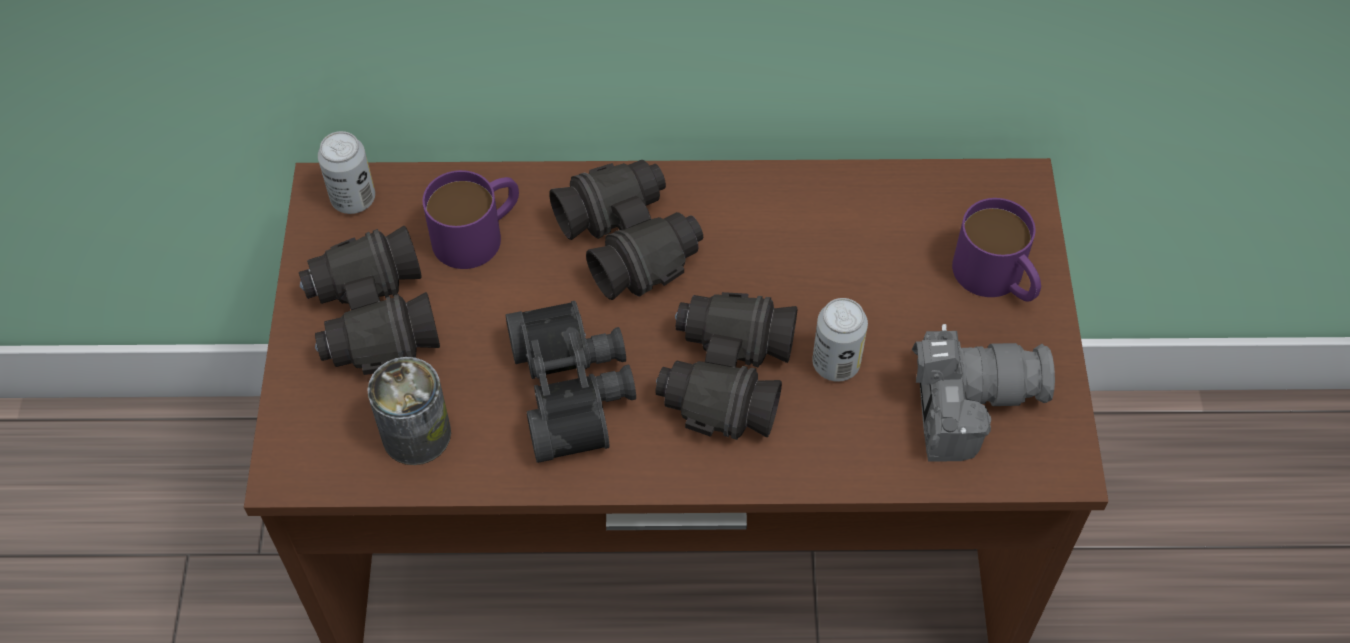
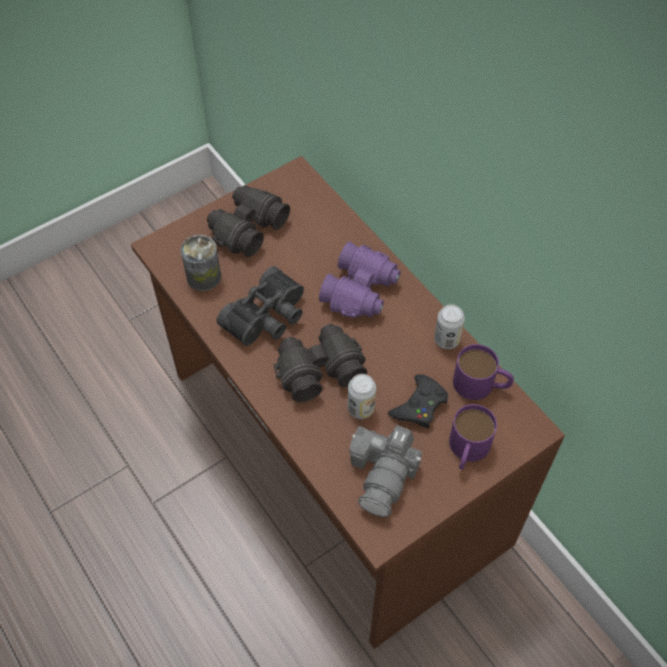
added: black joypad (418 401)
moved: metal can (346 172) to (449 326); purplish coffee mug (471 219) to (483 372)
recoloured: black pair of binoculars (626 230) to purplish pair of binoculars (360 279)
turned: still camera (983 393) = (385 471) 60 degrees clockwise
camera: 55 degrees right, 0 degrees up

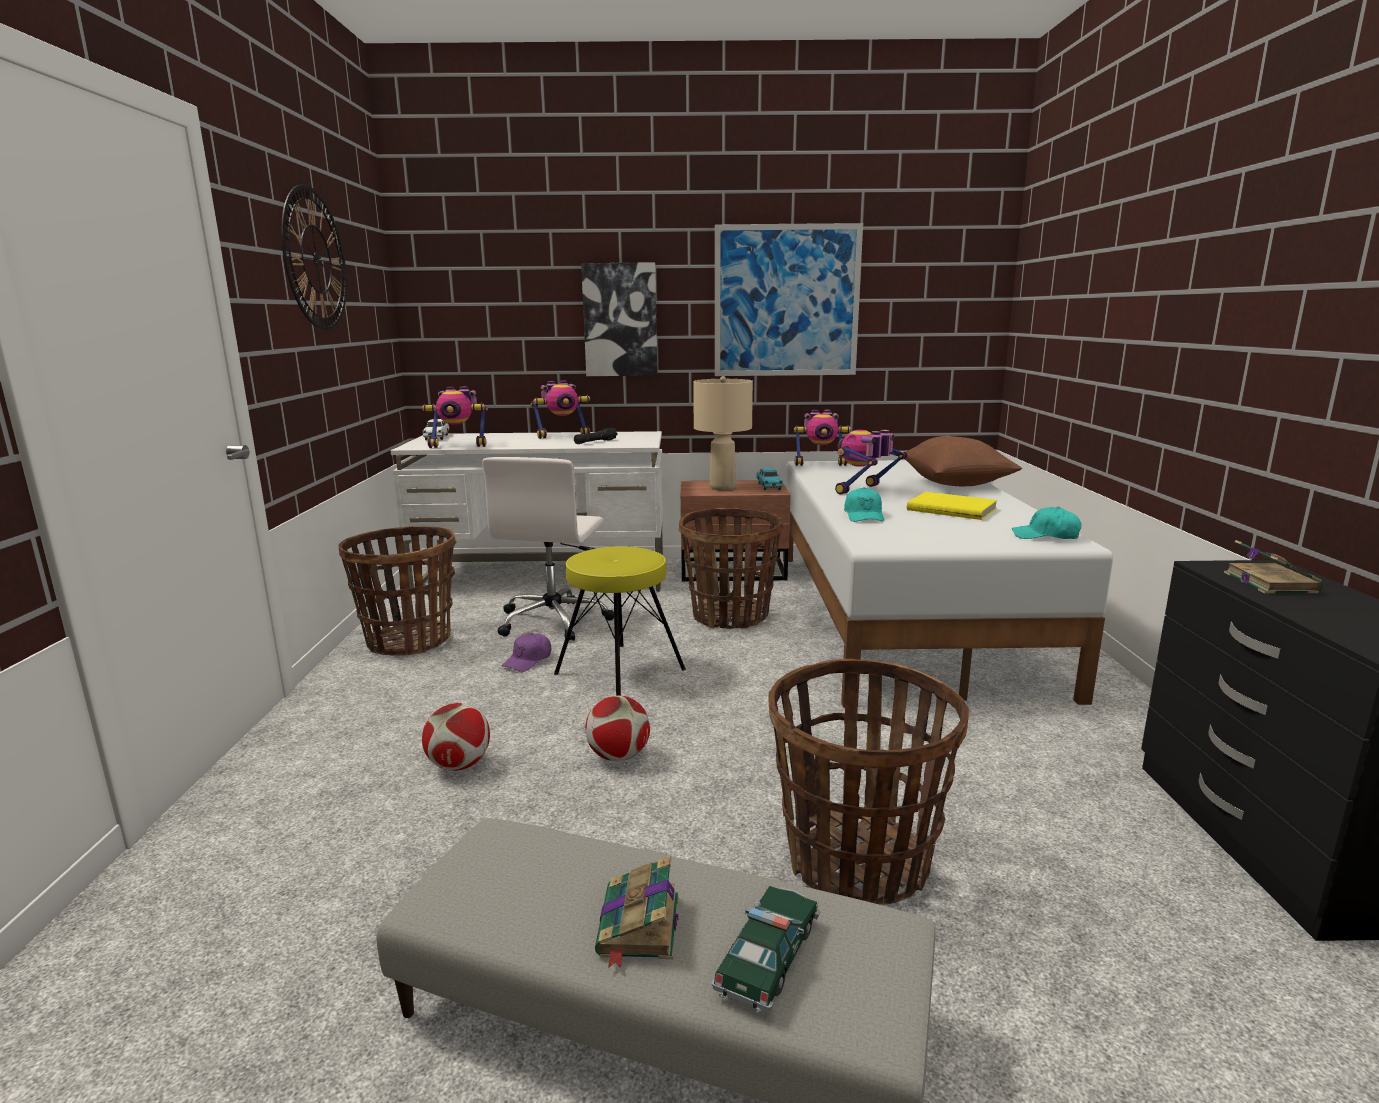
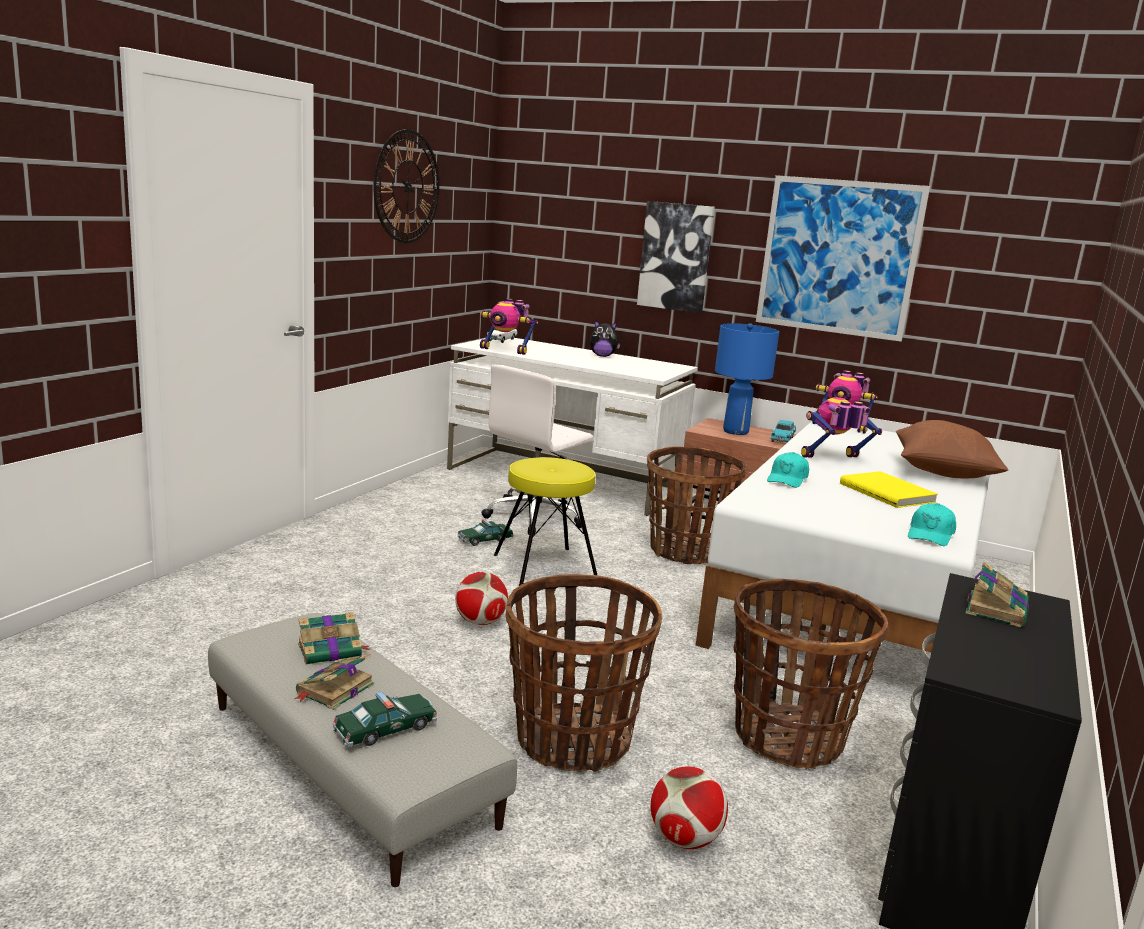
removed: black flashlight (596 436)
added: book (334 638)
moved: storage basket (397 591) to (811 674); ball for football (456 737) to (689 807)
replaced: purplish cap (526 652) to model car (485 533); robot figure (560 410) to soft toy (605 338)
recoloured: sand-coloured lamp for a table (723 433) to bluish lamp for a table (747 379)
turned: turquoise cap (1047 523) = (932 524) 105 degrees counterclockwise
camera: 25 degrees right, 0 degrees up

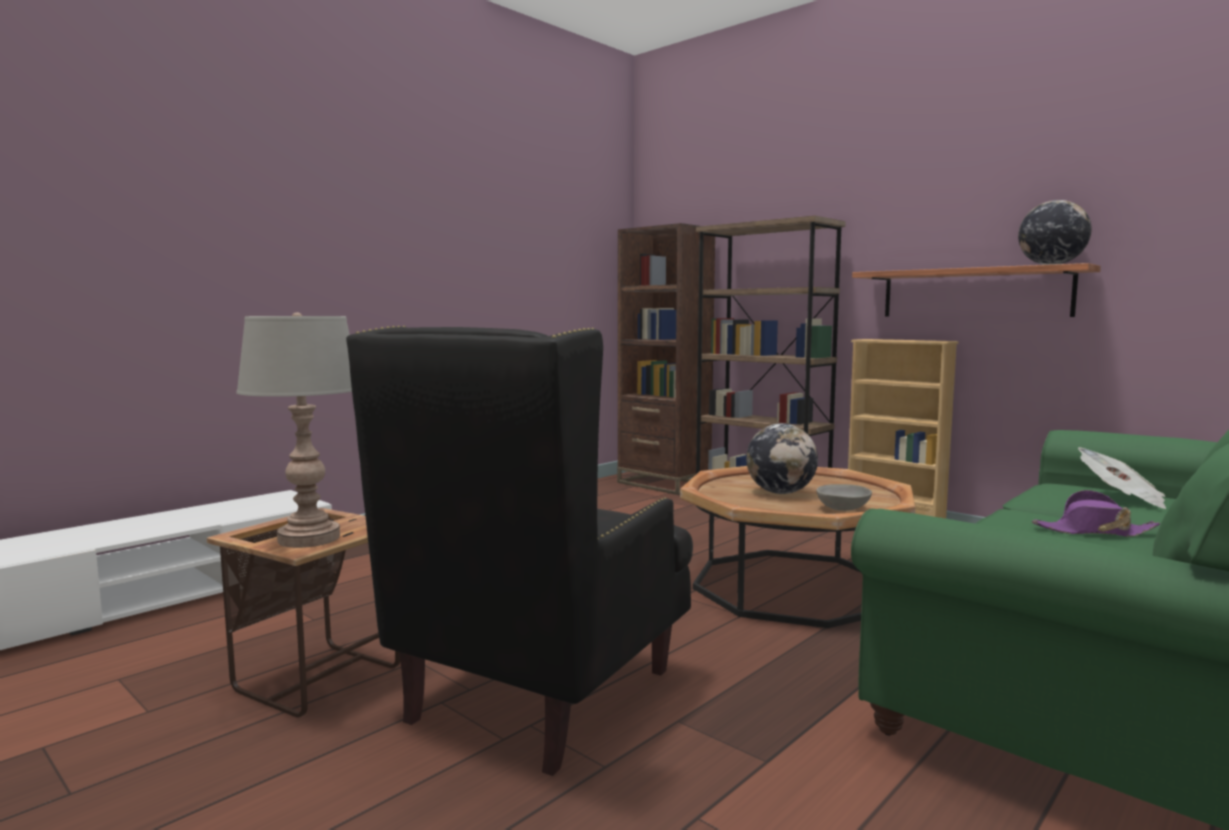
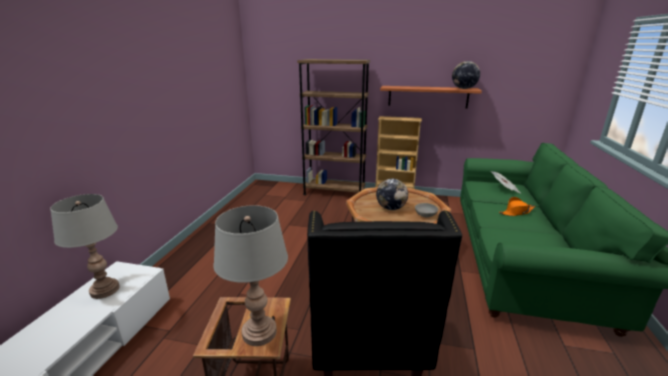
removed: brown-coloured bookcase (666 359)
added: greyish lamp for a table (85 246)
recoloured: purplish wearable hat (1096 513) to orange wearable hat (517 206)
camera: 30 degrees left, 15 degrees up

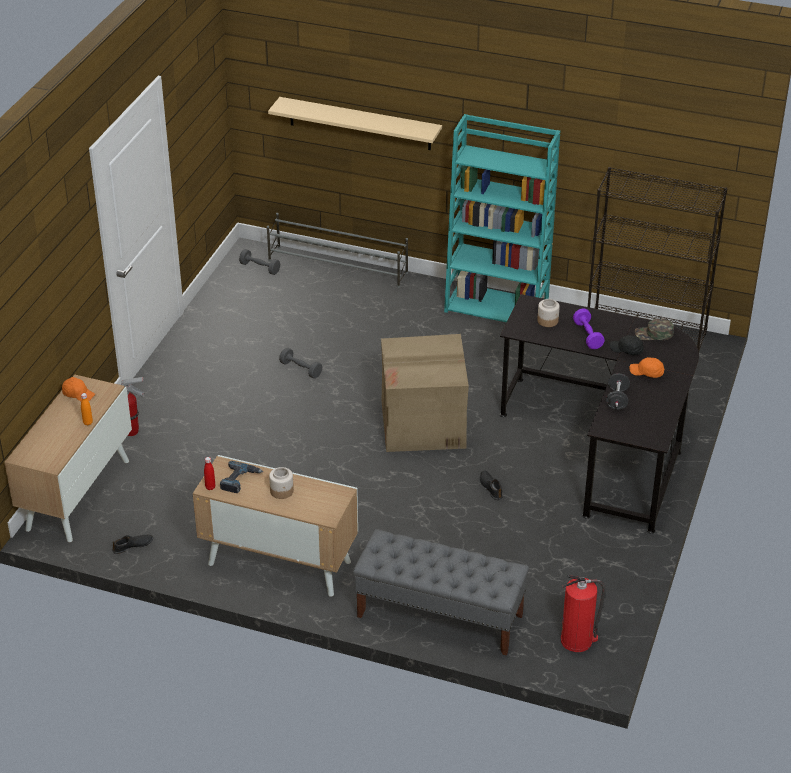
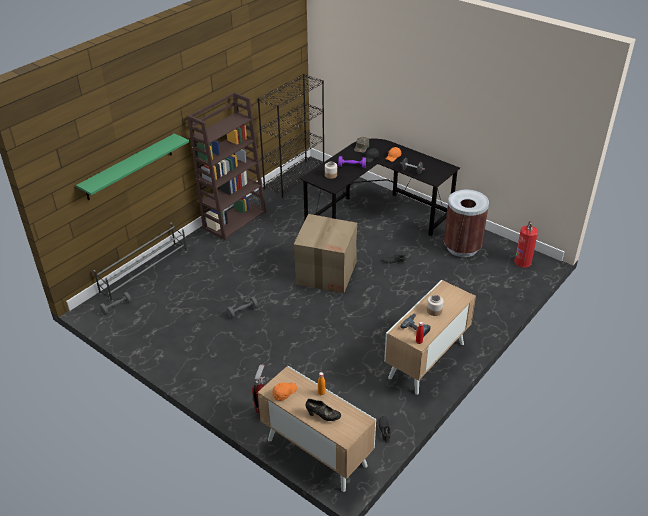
removed: greyish long seat (441 592)
added: black low shoe (323 410); brown-coloured rubbish bin (466 223)
recoloured: sand-coloured bracket shelf (355 123) to greenish bracket shelf (132 166); turquoise bookcase (502 218) to brown-coloured bookcase (227 166)
camera: 70 degrees left, 0 degrees up

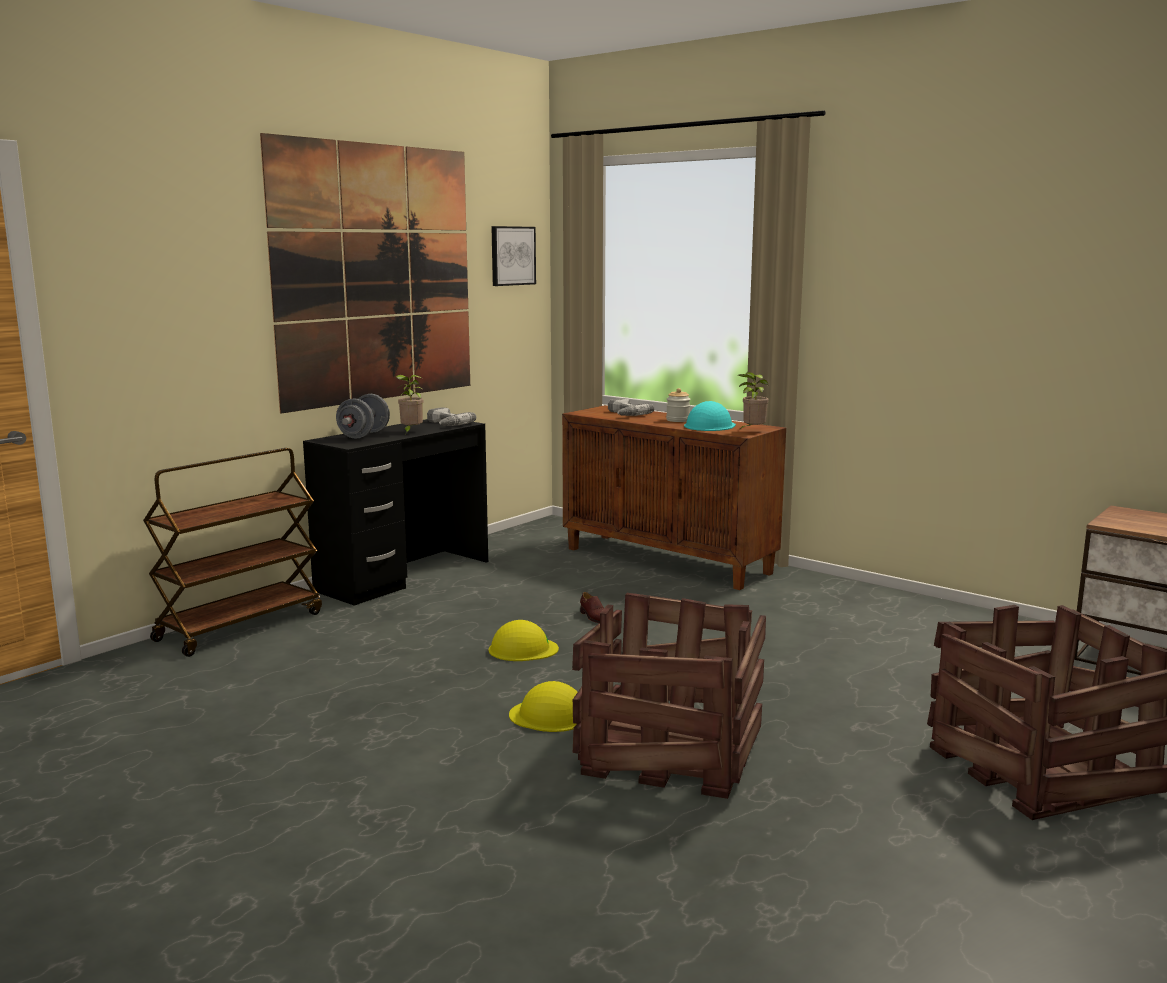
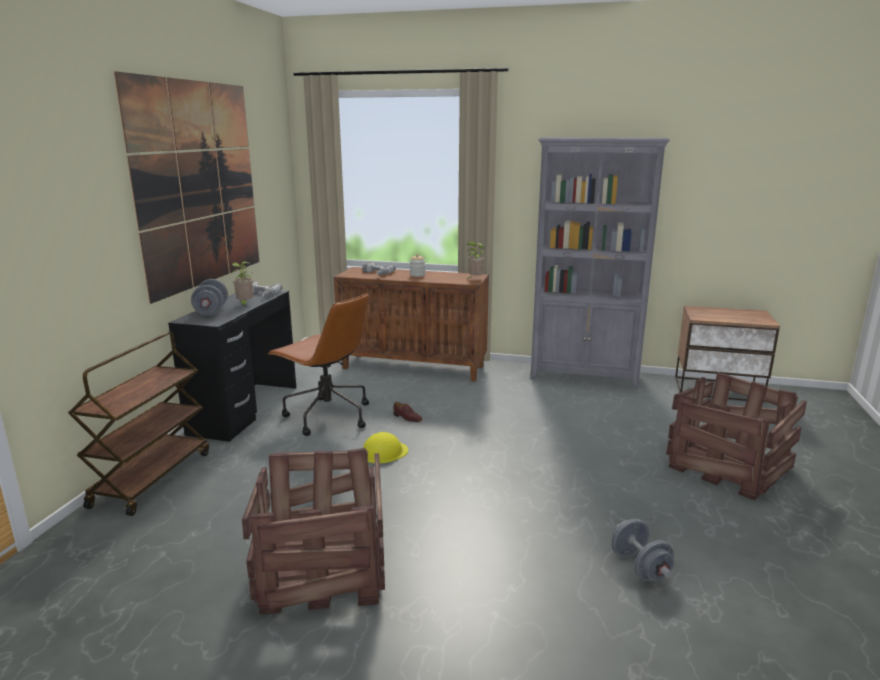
removed: wall picture (513 256); yellow work helmet (543 706); turquoise work helmet (710 416)
added: brown-coloured desk chair (318 364); greyish bookcase (600 262); greyish dumbbell (642 550)
moved: packing crate (669 696) to (313 531)
camera: 25 degrees left, 5 degrees up

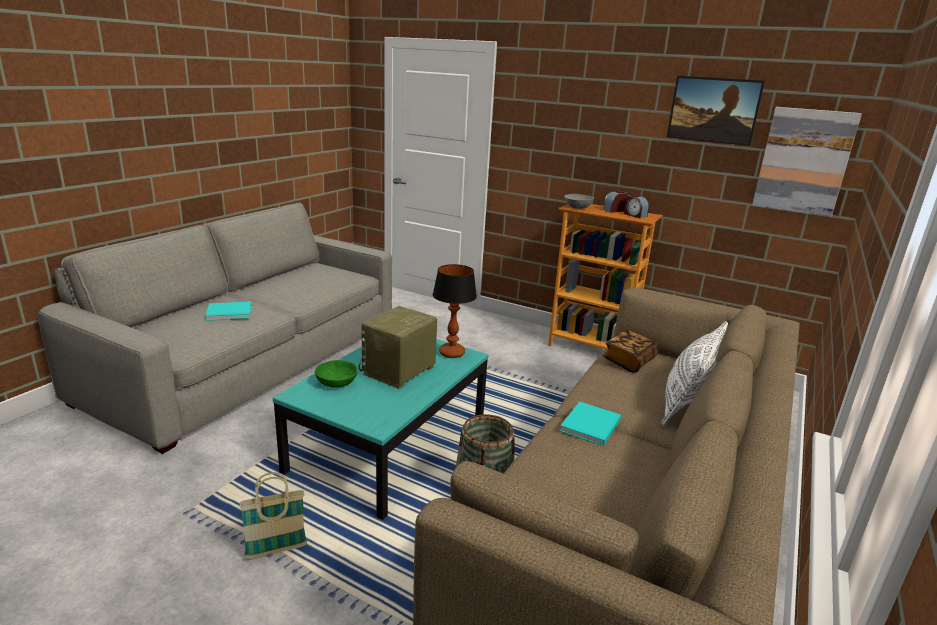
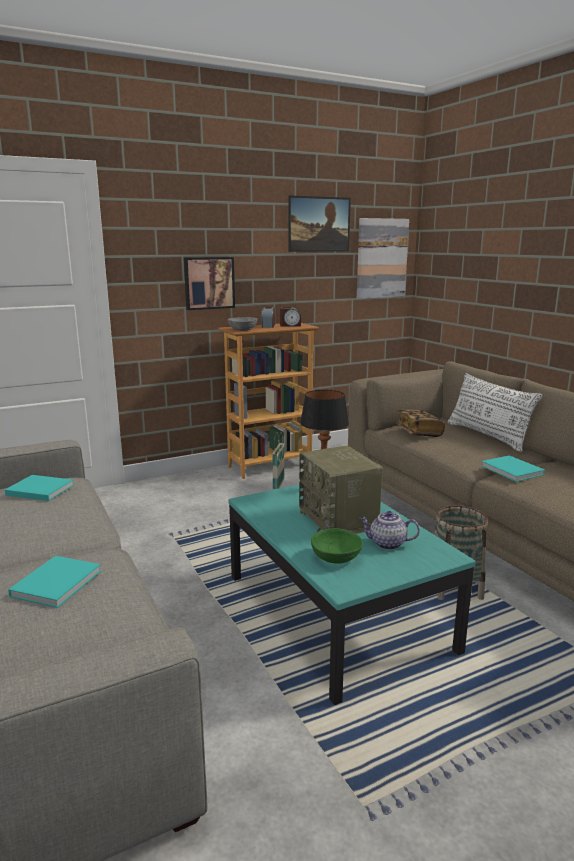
added: turquoise book (39 488); wall picture (209 283); teapot (389 530)
moved: storage basket (273 516) to (278 461)
camera: 55 degrees left, 5 degrees down

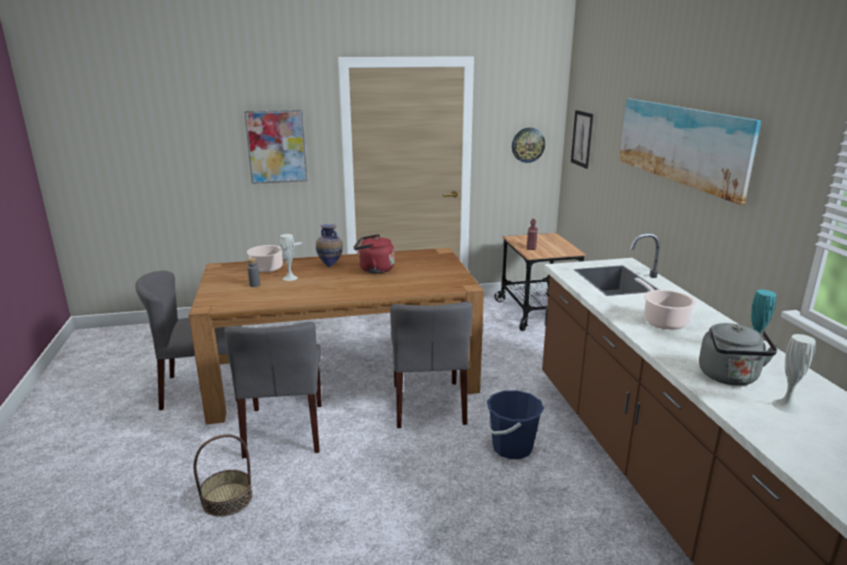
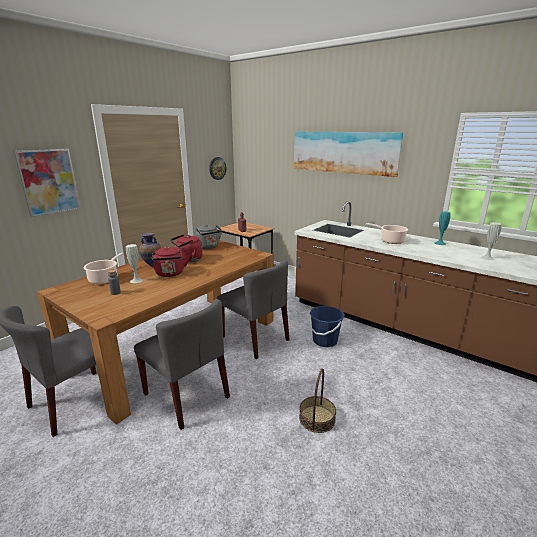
removed: wall picture (582 139)
added: reddish water kettle (170 261)
moved: storage basket (223 475) to (317 401); greyish water kettle (738 354) to (208 236)
camera: 40 degrees left, 0 degrees up

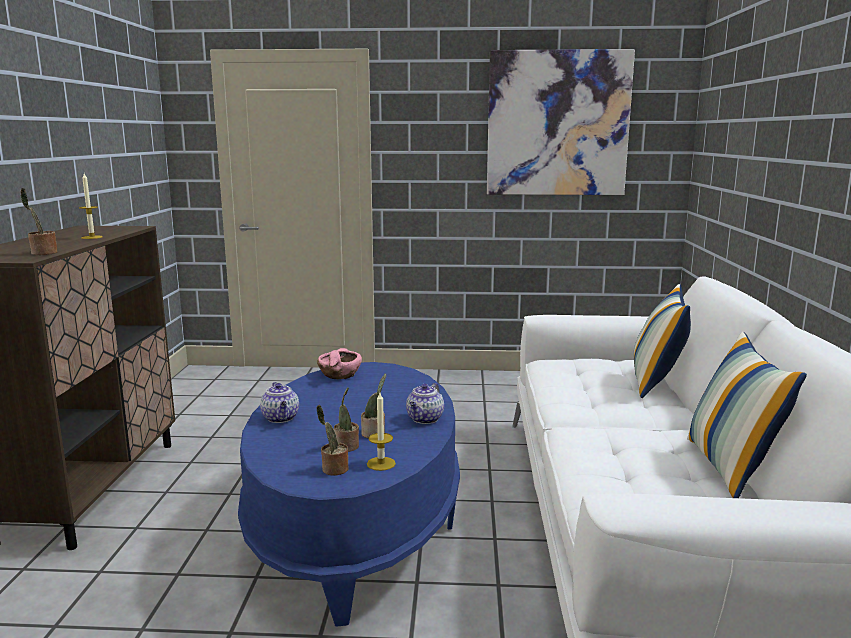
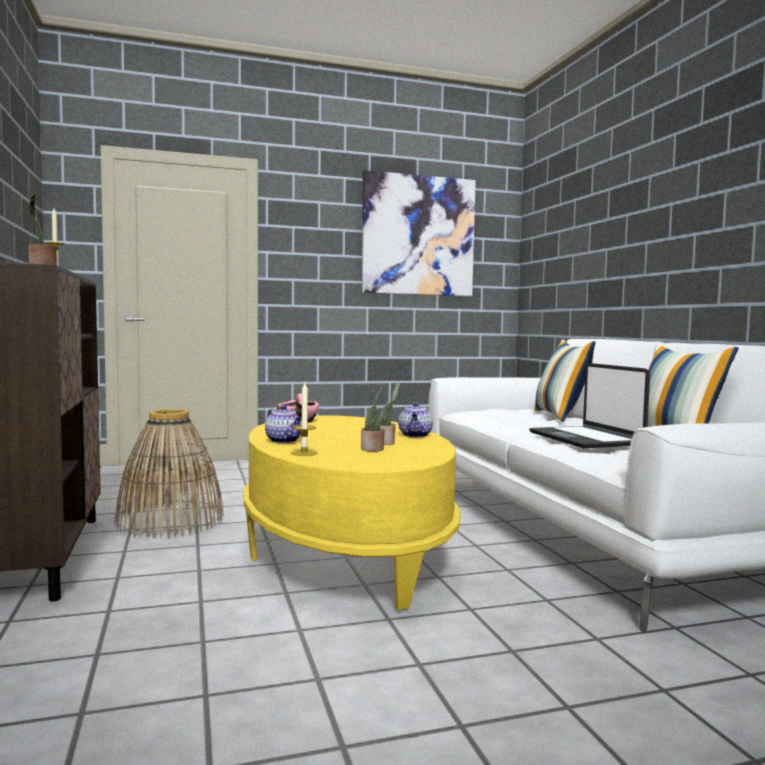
removed: houseplant (333 440)
added: storage basket (169 473); notebook computer (589 405)
moved: candle (381 432) to (304 419)
recoloured: bluish low table (349 494) to yellow low table (352 512)
camera: 20 degrees left, 10 degrees down

